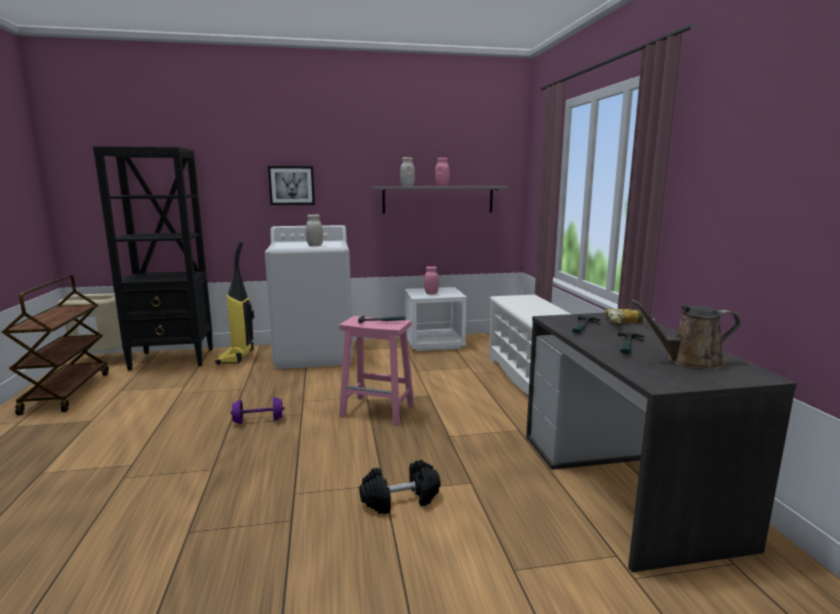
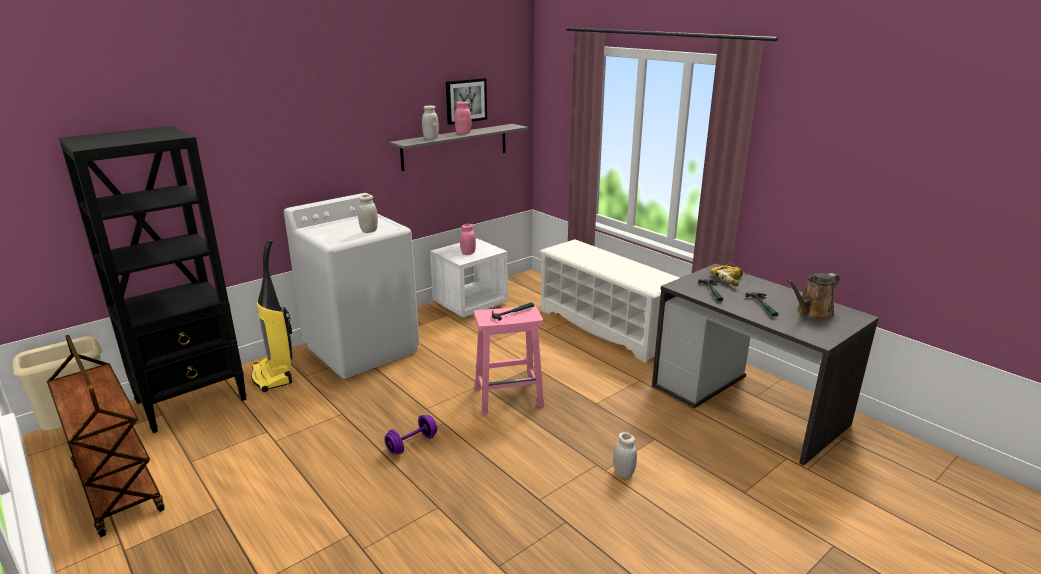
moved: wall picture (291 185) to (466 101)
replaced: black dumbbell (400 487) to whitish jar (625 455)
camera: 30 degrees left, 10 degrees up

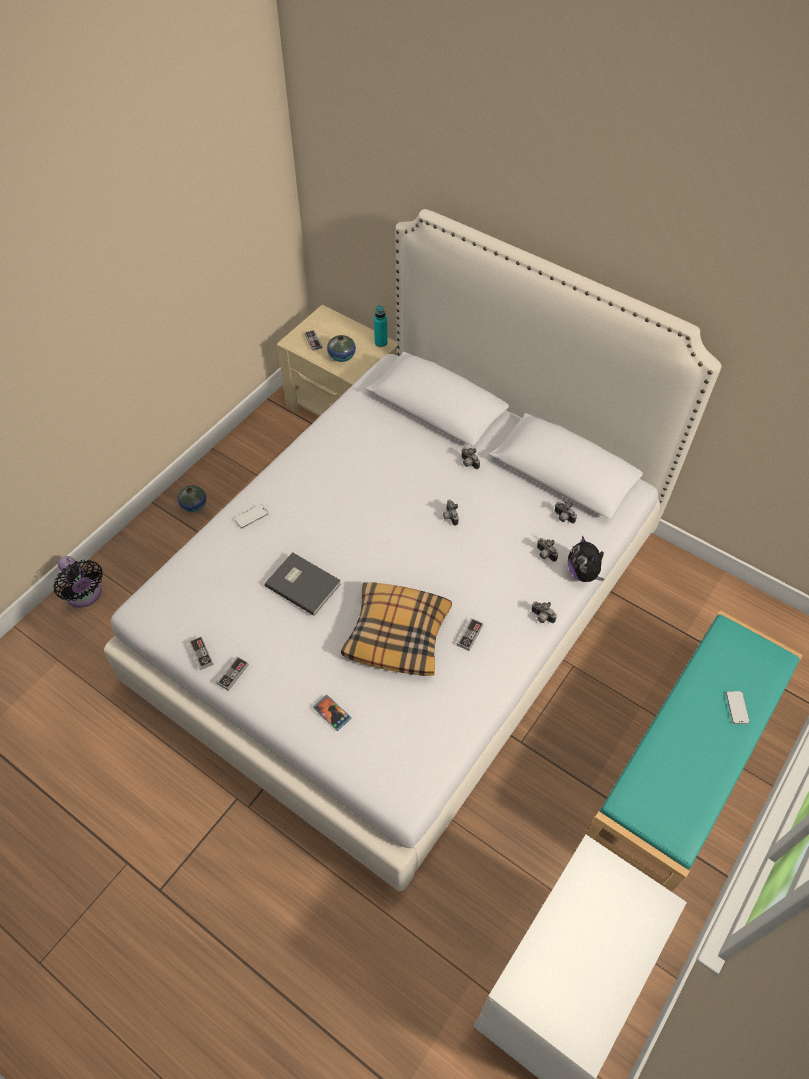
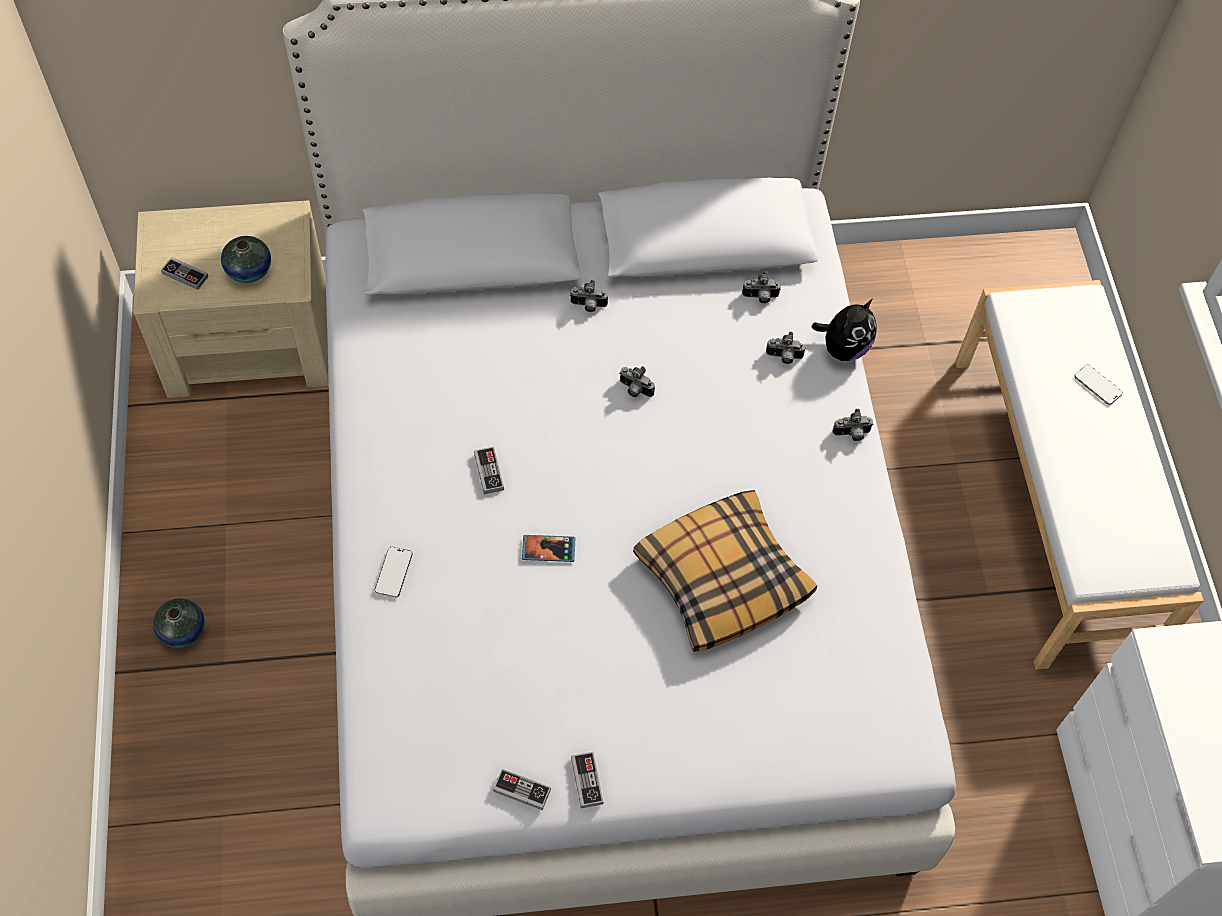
removed: black cooling fan (78 582); greyish book (303 584); turquoise beverage bottle (381 326)
moved: phone (332 713) to (548 548); joypad (470 634) to (489 470)
recoloured: turquoise long seat (694 751) to whitish long seat (1079 475)
turned: soft toy (586 558) = (844 330) 75 degrees counterclockwise
camera: 45 degrees left, 5 degrees up

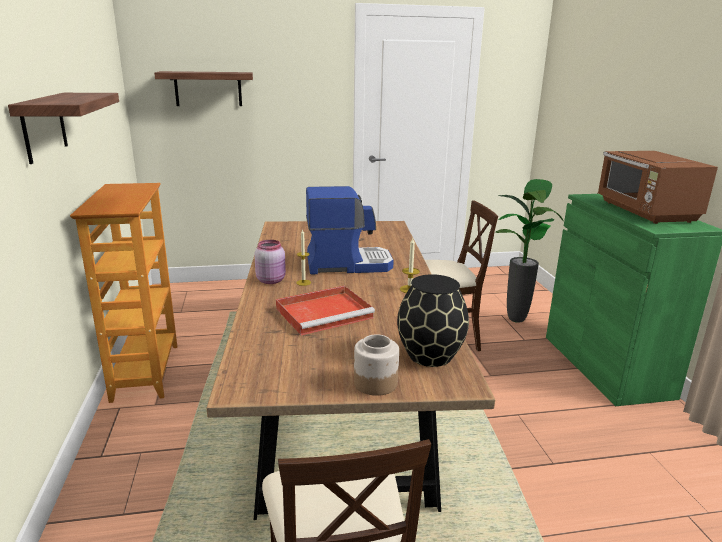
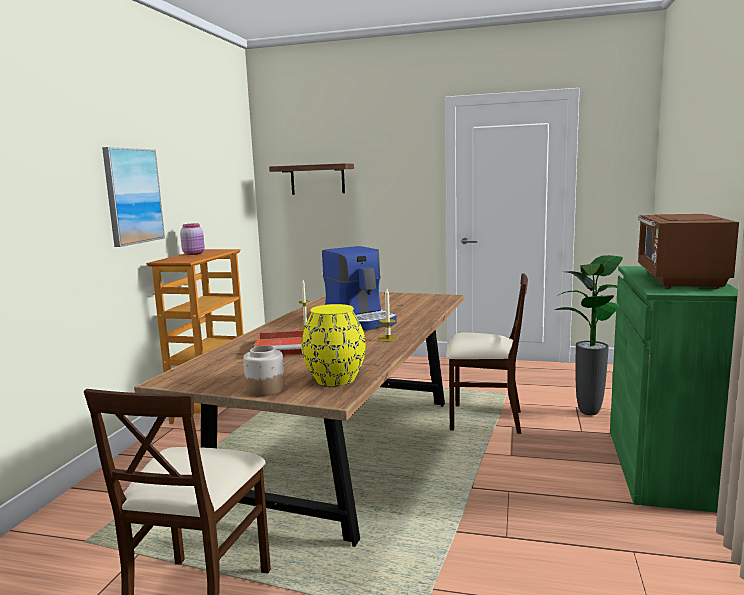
moved: pinkish jar (270 262) to (192 239)
replaced: bracket shelf (63 128) to wall picture (133 197)
recoloured: black flower vase (433 320) to yellow flower vase (333 345)
turned: coffee brewer (350 230) = (359 288) 45 degrees clockwise
camera: 25 degrees right, 10 degrees down

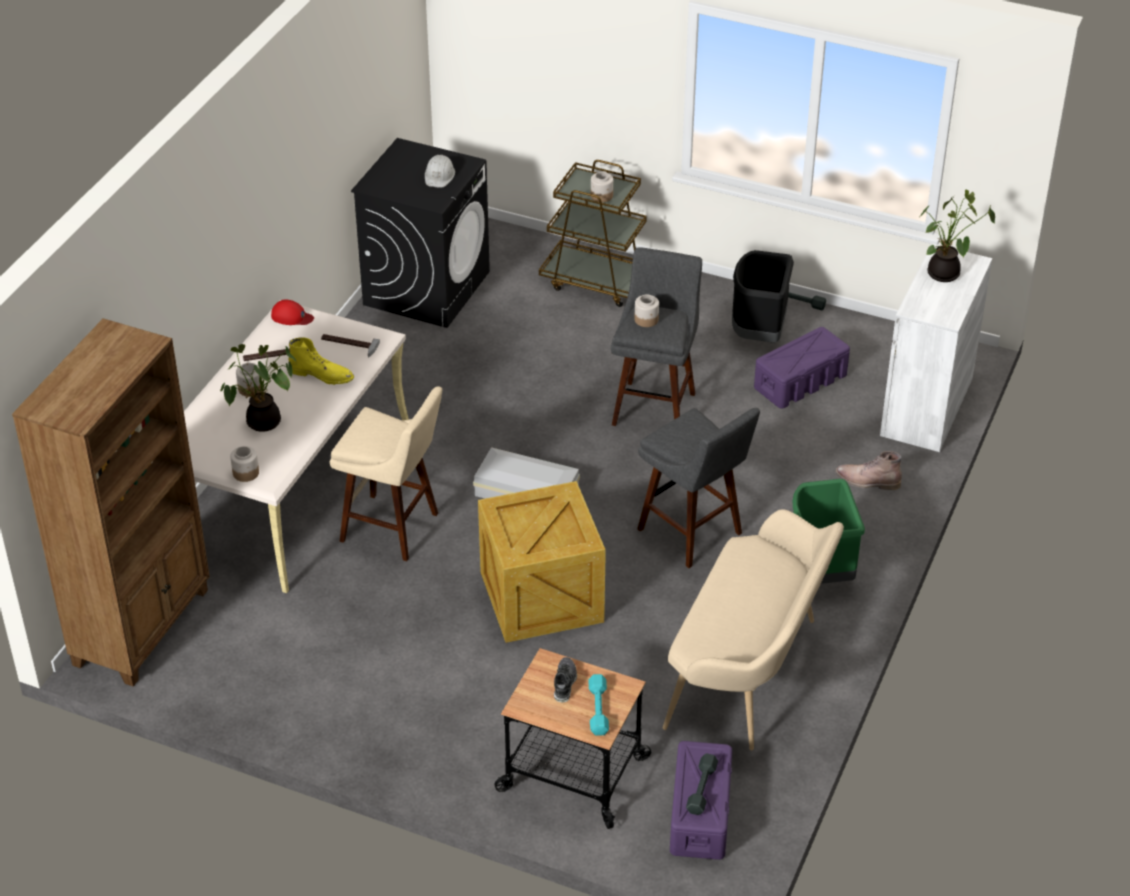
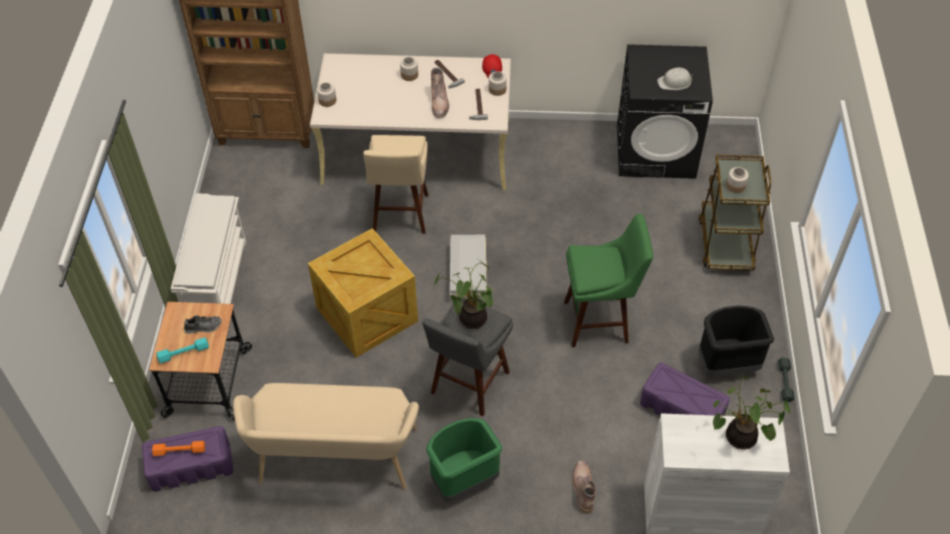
added: whitish shoe rack (208 248)
moved: houseplant (258 388) to (463 294); jar (646 310) to (498 83)
recoloured: yellow high-top boot (321 361) to brown-coloured high-top boot (440 92); greyish stool (656 336) to greenish stool (608 280); greyish dumbbell (702 784) to orange dumbbell (178 448)
camera: 70 degrees right, 10 degrees up

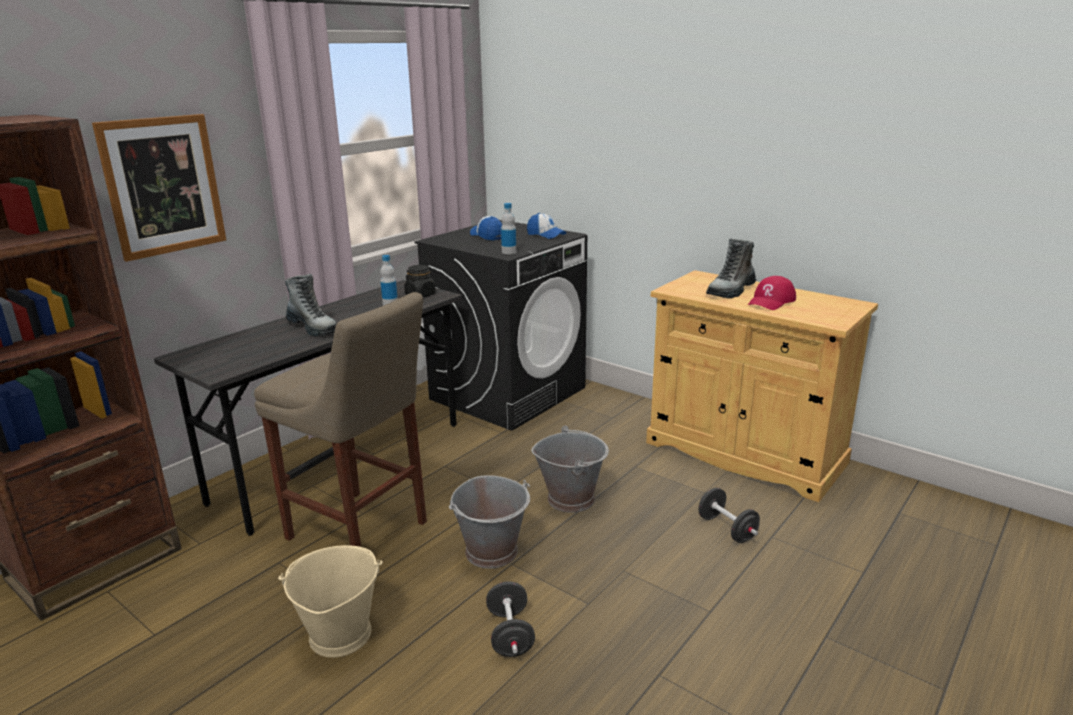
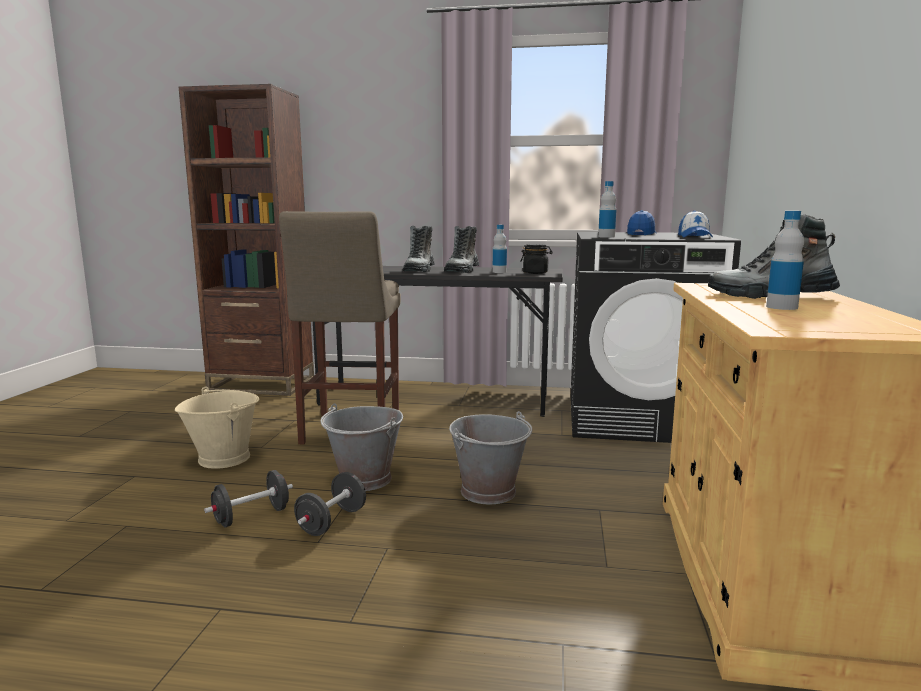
removed: wall picture (159 188)
added: high-top boot (461 249)
moved: black dumbbell (729 515) to (330 504)
replaced: reddish cap (772 293) to beverage bottle (785 260)
camera: 60 degrees right, 10 degrees down

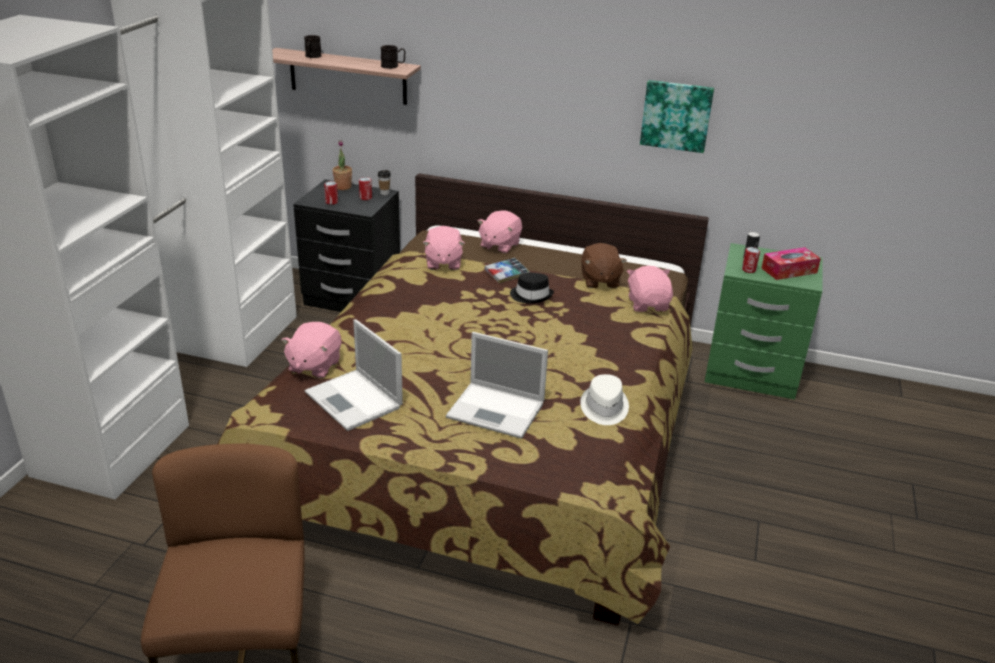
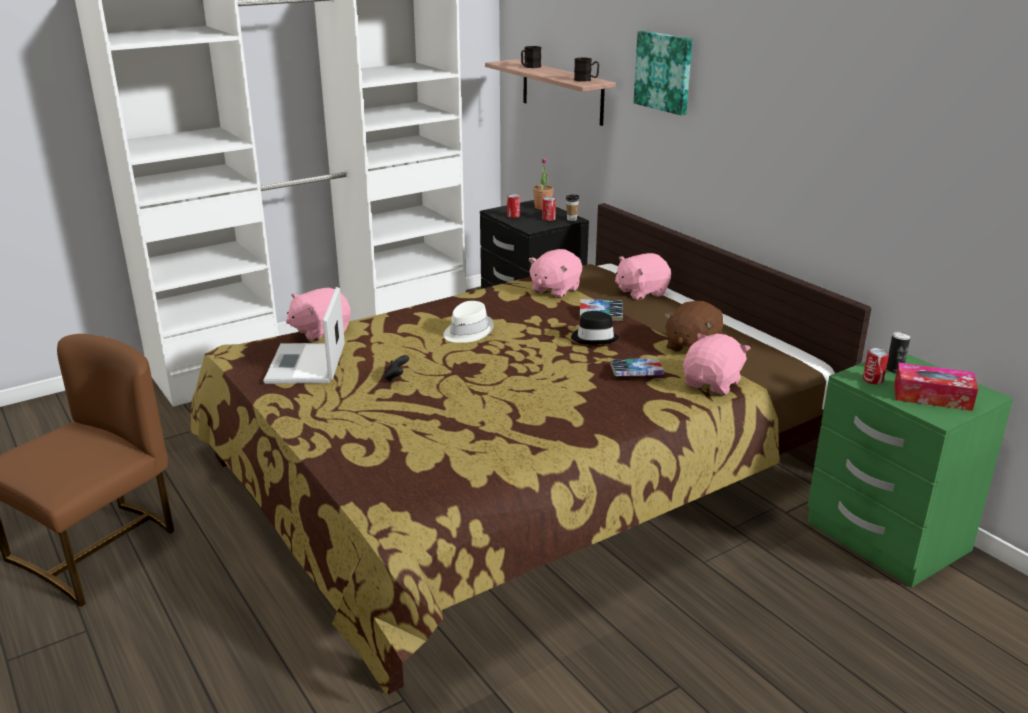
removed: notebook computer (497 385)
added: black joypad (396 368); book (637 367)
moved: whitish wearable hat (604 399) to (468 322); wall picture (677 116) to (663 73)
camera: 40 degrees right, 5 degrees down

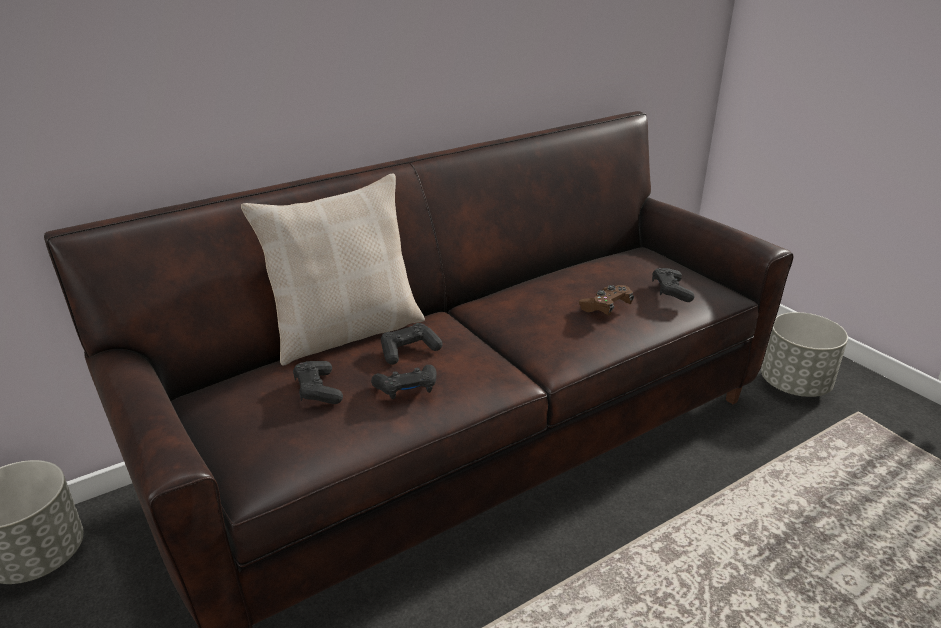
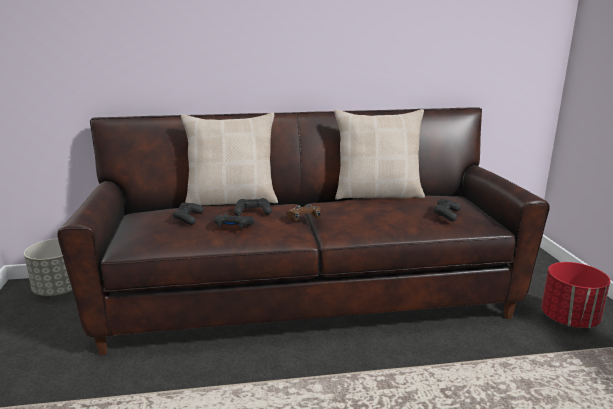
added: sand-coloured pillow (379 154)
moved: brown-coloured joypad (606 300) to (303 212)
recoloured: greyish flower pot (804 354) to reddish flower pot (575 295)
camera: 25 degrees right, 10 degrees down

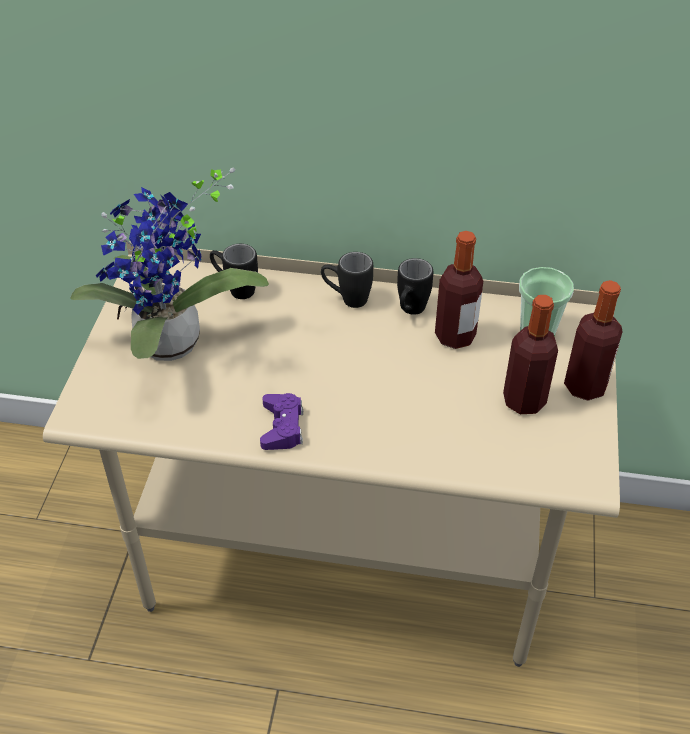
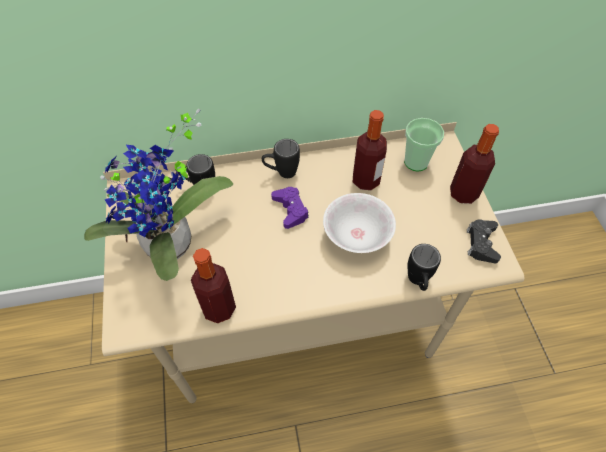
added: whitish serving bowl (359 223); black joypad (484 241)
moved: purplish joypad (281 421) to (290 208); black coffee mug (415 286) to (424 267); beverage bottle (530 354) to (213 285)
camera: 20 degrees left, 10 degrees up

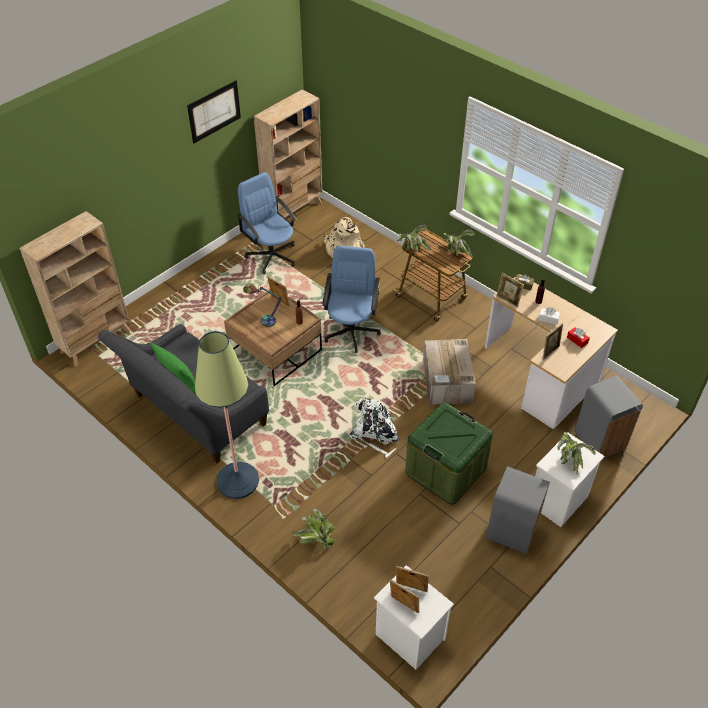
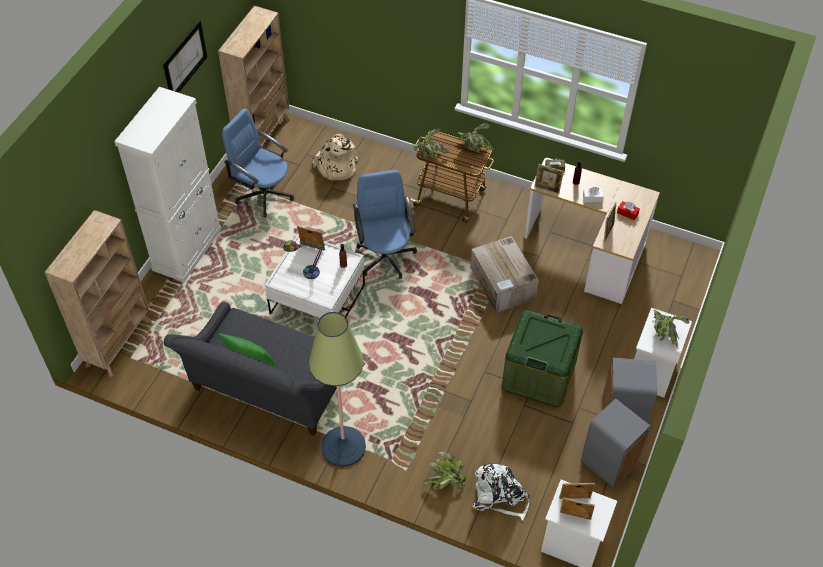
added: whitish storage cabinet (167 184)
moved: whitish rucksack (374 428) to (501 492); greyish rubbish bin (608 417) to (616 443)
recoloured: brown-coloured low table (273 337) to whitish low table (315 276)
camera: 20 degrees left, 5 degrees up

